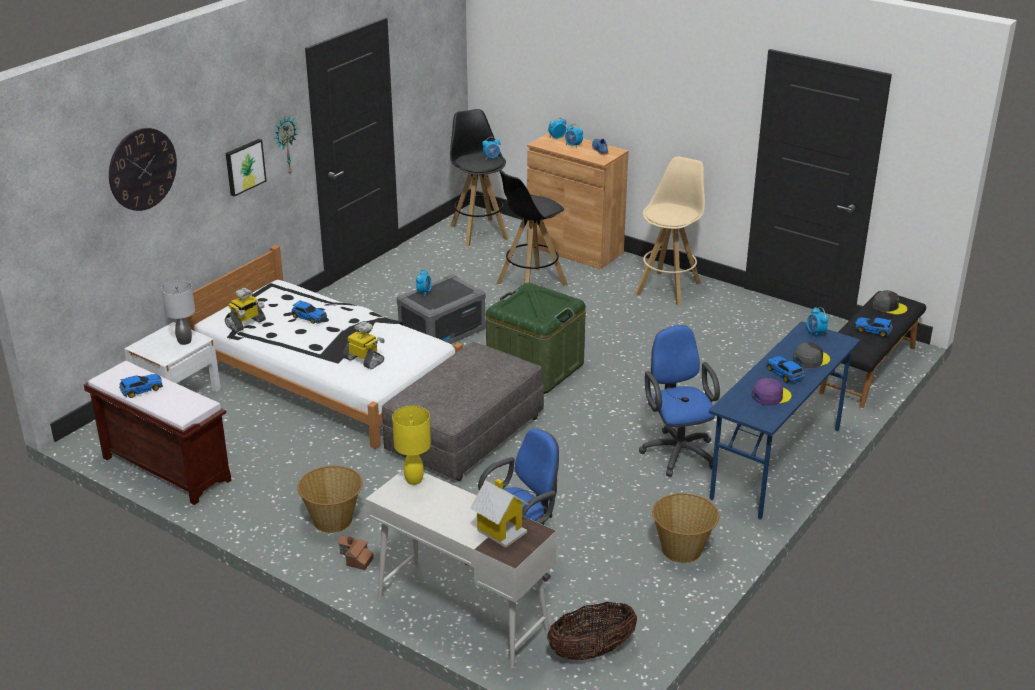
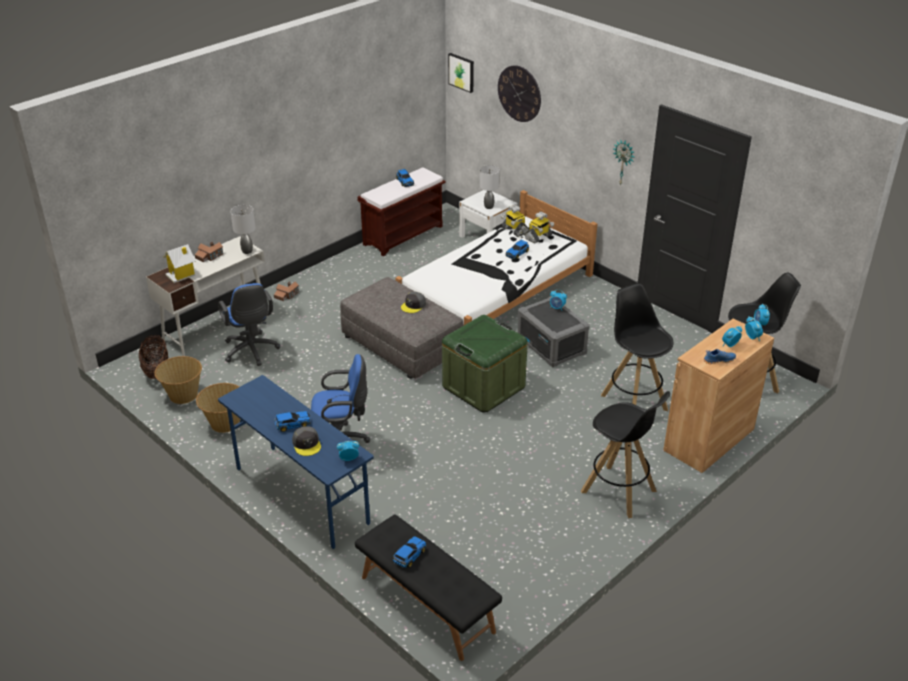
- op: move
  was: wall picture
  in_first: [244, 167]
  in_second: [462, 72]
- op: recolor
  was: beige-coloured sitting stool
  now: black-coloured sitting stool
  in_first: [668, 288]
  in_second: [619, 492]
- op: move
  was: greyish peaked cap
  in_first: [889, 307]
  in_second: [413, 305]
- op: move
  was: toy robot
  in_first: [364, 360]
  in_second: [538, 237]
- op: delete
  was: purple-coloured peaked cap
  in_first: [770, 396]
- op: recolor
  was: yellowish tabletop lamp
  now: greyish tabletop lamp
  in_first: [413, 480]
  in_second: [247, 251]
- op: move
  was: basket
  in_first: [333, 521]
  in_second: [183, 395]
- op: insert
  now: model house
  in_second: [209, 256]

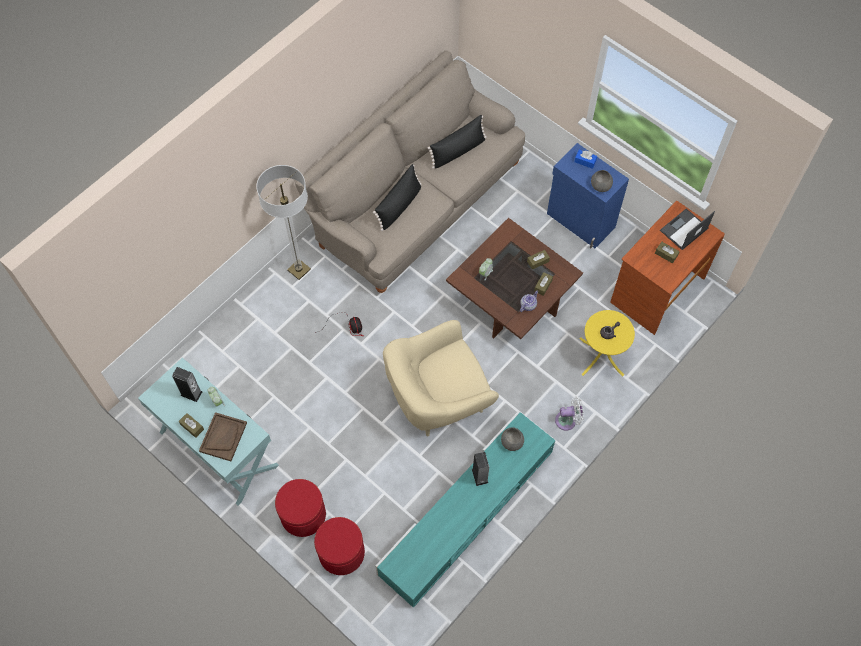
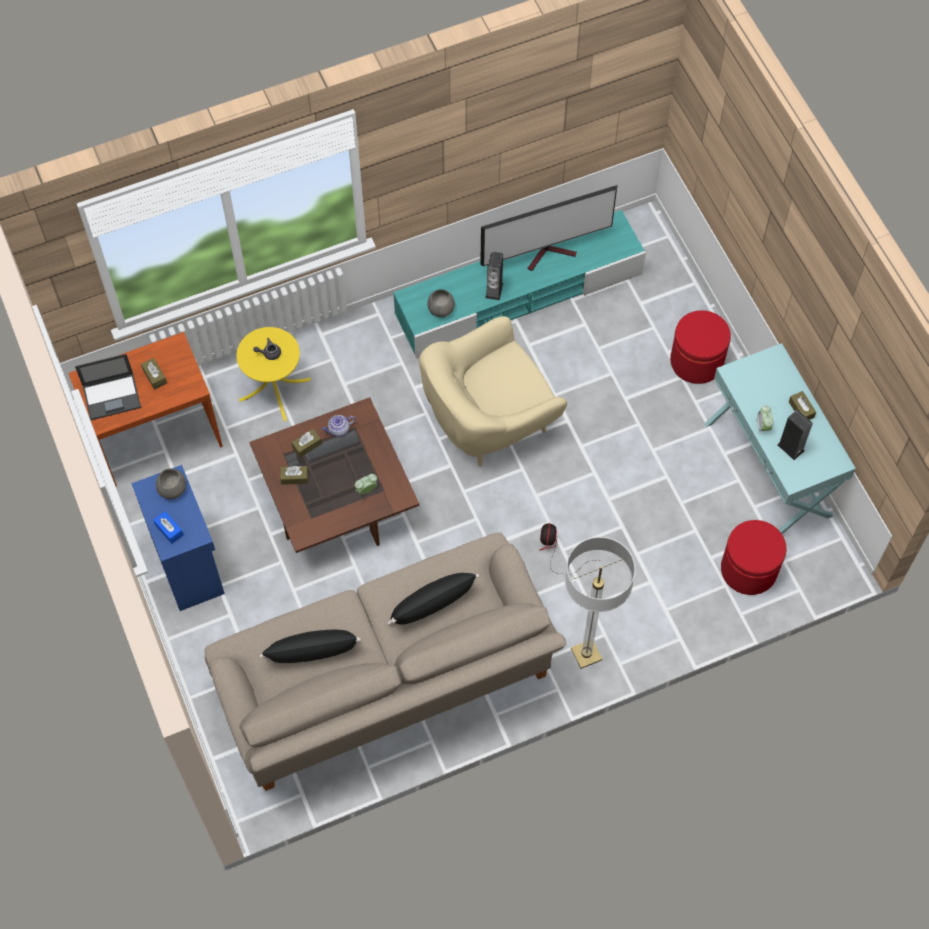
- op: rotate
  was: beige-coloured easy chair
  in_first: [438, 399]
  in_second: [489, 420]
  clockwise: 150
- op: delete
  was: white cooling fan
  in_first: [568, 420]
- op: delete
  was: brown-coloured carrying tray
  in_first: [223, 437]
- op: move
  was: red-coloured ottoman
  in_first: [341, 552]
  in_second: [748, 569]
- op: insert
  now: television
  in_second: [550, 253]

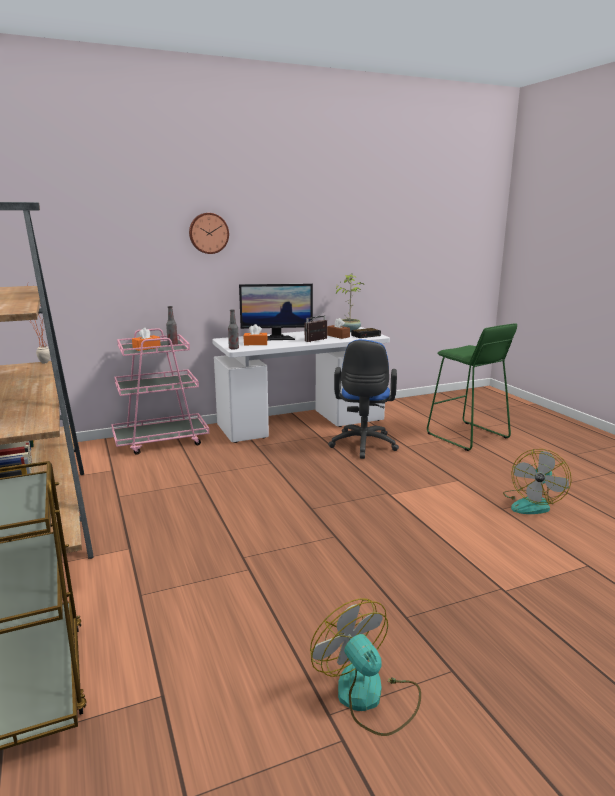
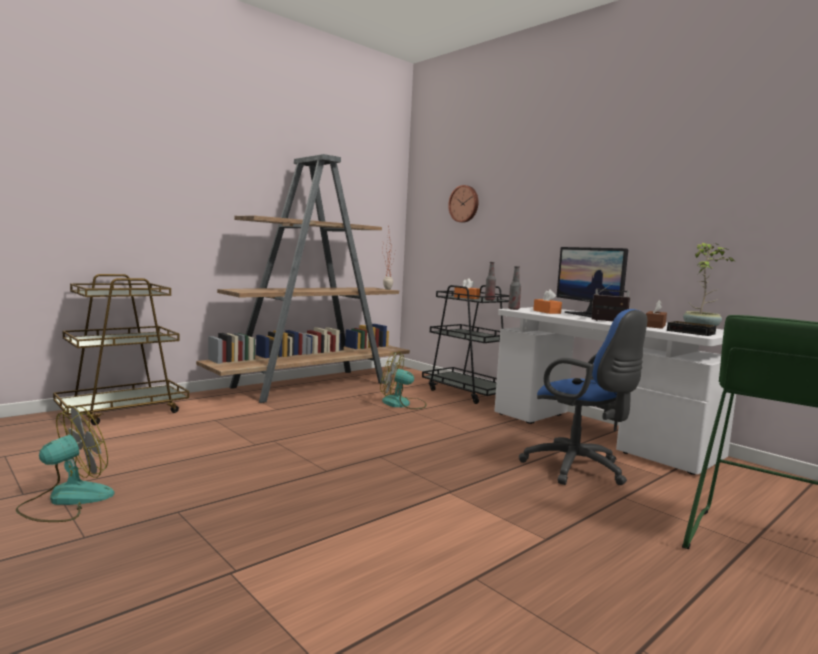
- op: move
  was: wall clock
  in_first: [208, 233]
  in_second: [464, 204]
- op: recolor
  was: pinkish cart
  now: black-coloured cart
  in_first: [161, 441]
  in_second: [468, 393]
- op: rotate
  was: bluish desk chair
  in_first: [363, 446]
  in_second: [579, 469]
  clockwise: -120
- op: move
  was: cooling fan
  in_first: [532, 504]
  in_second: [402, 404]

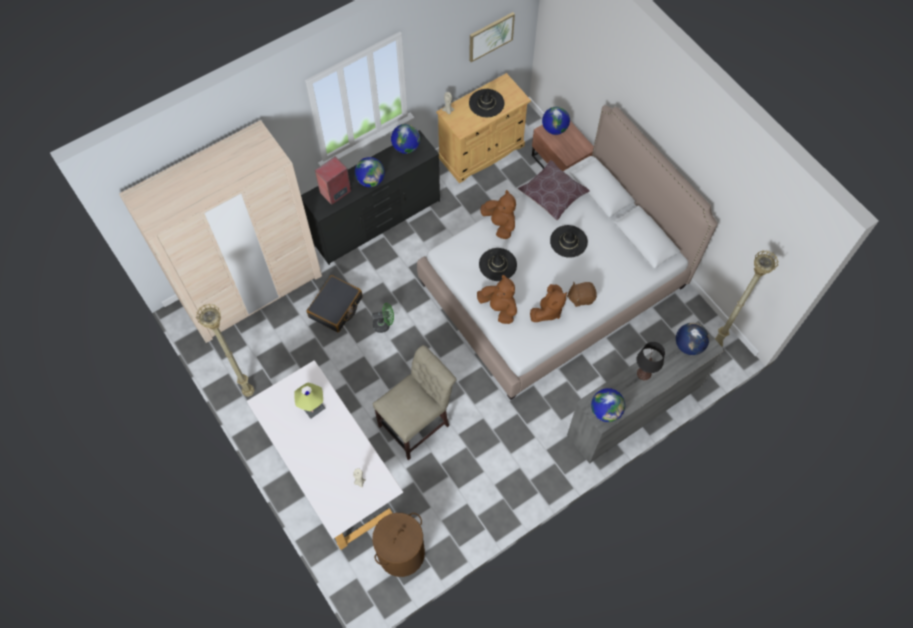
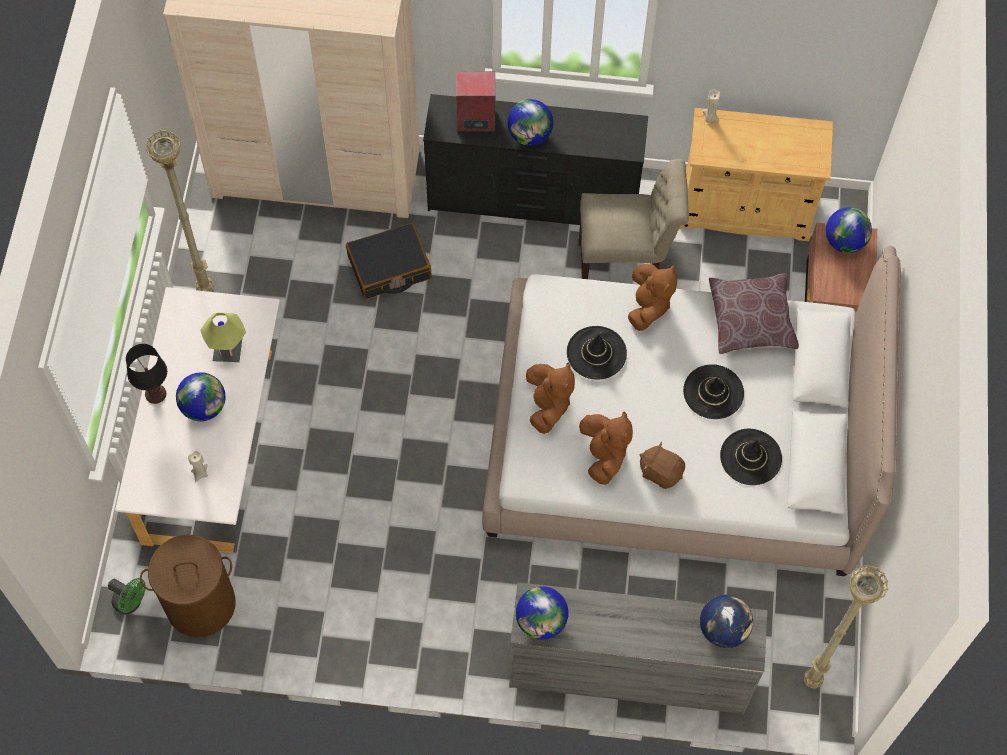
- op: delete
  was: wall picture
  in_first: [490, 36]
- op: move
  was: black-coloured hat
  in_first: [486, 103]
  in_second: [750, 457]
- op: move
  was: world globe
  in_first: [406, 147]
  in_second: [204, 407]
- op: rotate
  was: brown-coloured soft toy
  in_first: [548, 311]
  in_second: [604, 455]
  clockwise: -90
- op: move
  was: greenish cooling fan
  in_first: [384, 324]
  in_second: [131, 603]
- op: move
  was: black-coloured tabletop lamp
  in_first: [644, 373]
  in_second: [156, 394]
- op: move
  was: beige-coloured plain chair
  in_first: [417, 423]
  in_second: [624, 273]

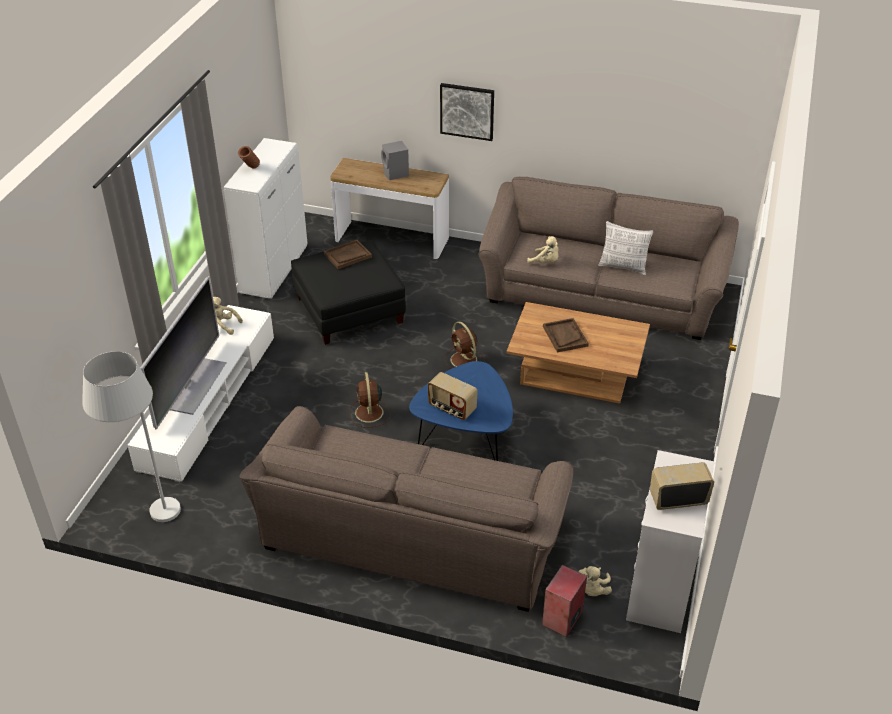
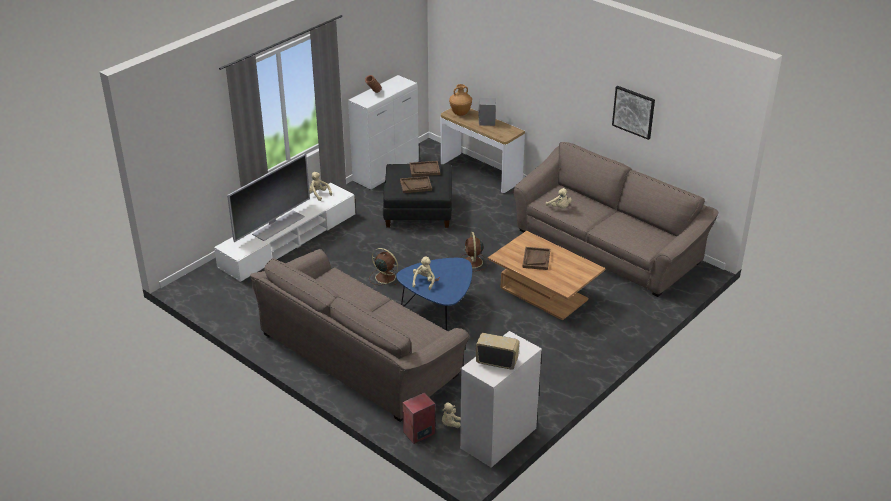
- op: move
  was: wall picture
  in_first: [467, 111]
  in_second: [633, 112]
- op: delete
  was: cushion
  in_first: [623, 267]
- op: delete
  was: white standard lamp
  in_first: [148, 515]
- op: rotate
  was: brown-coloured cooling fan
  in_first: [369, 413]
  in_second: [384, 277]
  clockwise: 105
- op: replace
  was: radio set
  now: beige-coloured soft toy
  in_first: [451, 408]
  in_second: [424, 282]
- op: insert
  now: brown-coloured decorative vase
  in_second: [460, 113]
- op: insert
  now: brown-coloured carrying tray
  in_second: [416, 185]

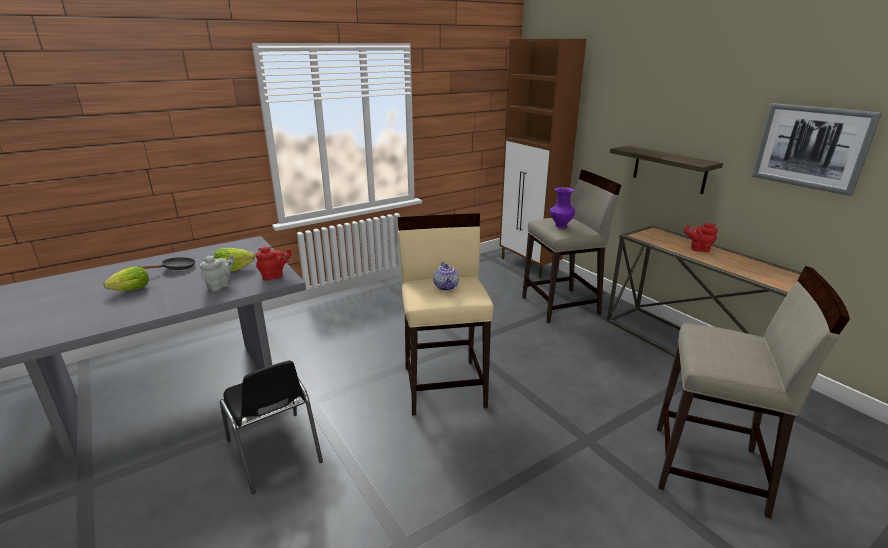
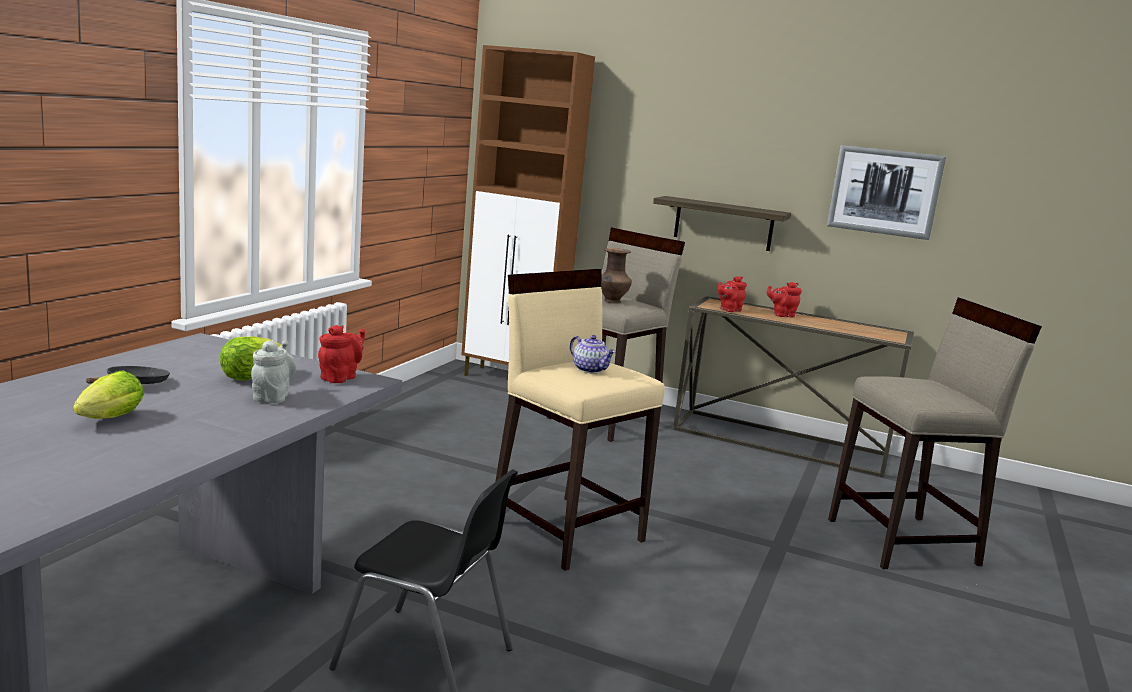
- op: recolor
  was: purple-coloured decorative vase
  now: brown-coloured decorative vase
  in_first: [560, 226]
  in_second: [612, 302]
- op: insert
  now: red-coloured tea pot
  in_second: [729, 310]

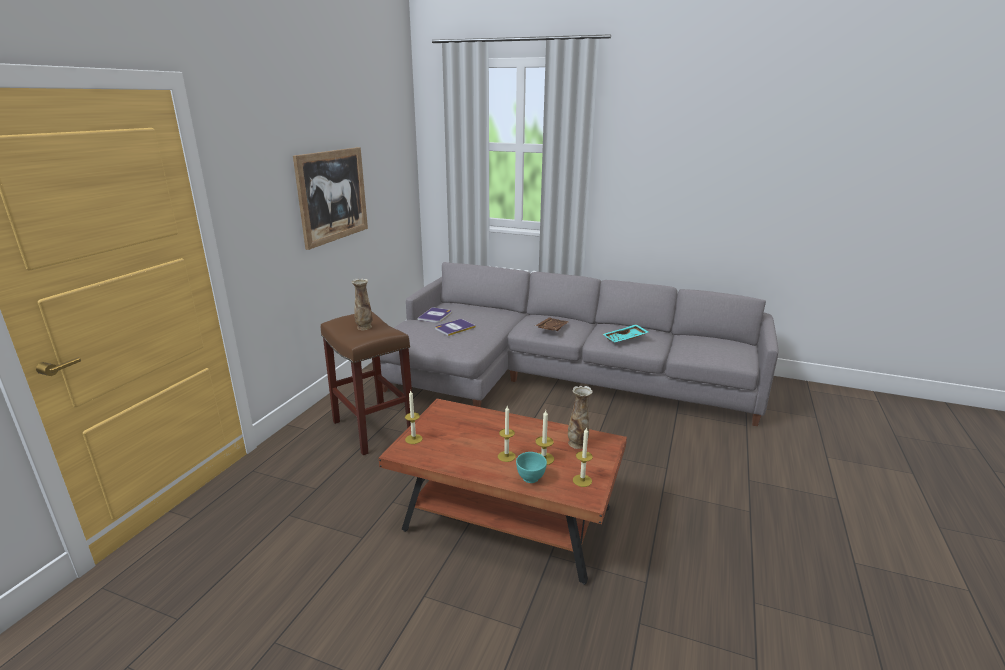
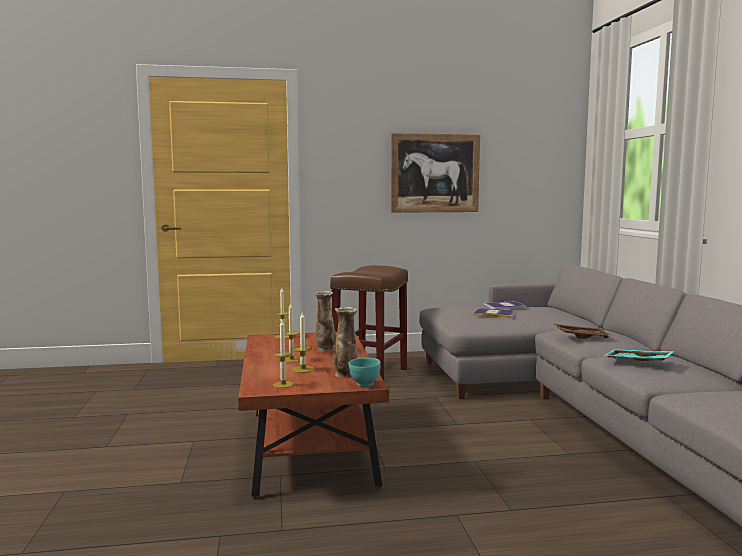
- op: move
  was: decorative vase
  in_first: [364, 327]
  in_second: [325, 350]
- op: move
  was: blue-green serving bowl
  in_first: [530, 479]
  in_second: [364, 384]

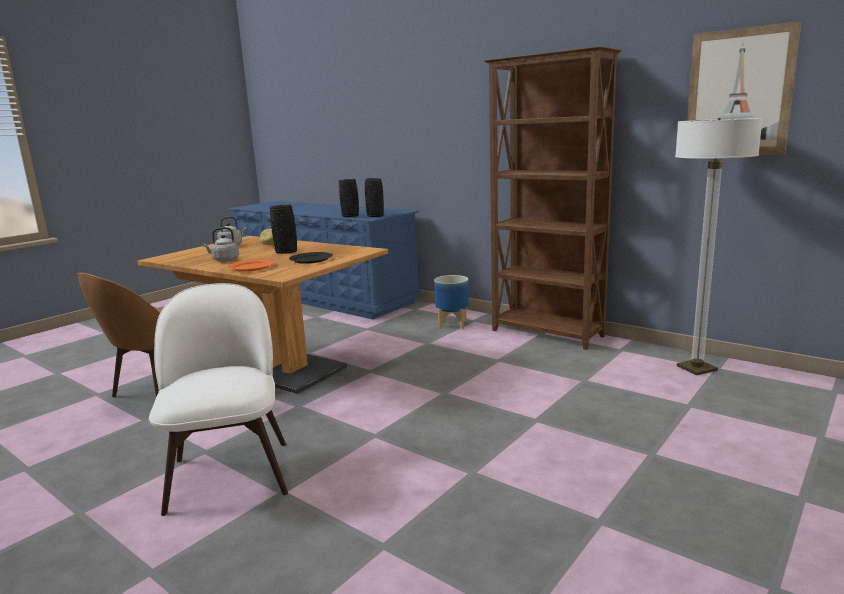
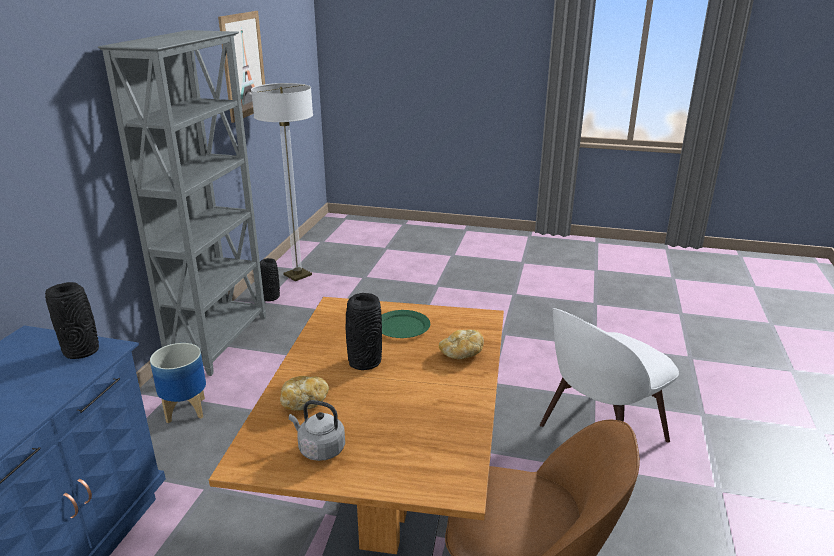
- op: recolor
  was: brown-coloured bookshelf
  now: greyish bookshelf
  in_first: [547, 334]
  in_second: [221, 341]
- op: move
  was: black-coloured decorative vase
  in_first: [351, 216]
  in_second: [270, 297]
- op: delete
  was: greyish tea kettle
  in_first: [224, 260]
- op: recolor
  was: black-coloured dinner plate
  now: greenish dinner plate
  in_first: [310, 259]
  in_second: [403, 327]
- op: replace
  was: orange-coloured dinner plate
  now: bakery bread
  in_first: [251, 267]
  in_second: [461, 354]

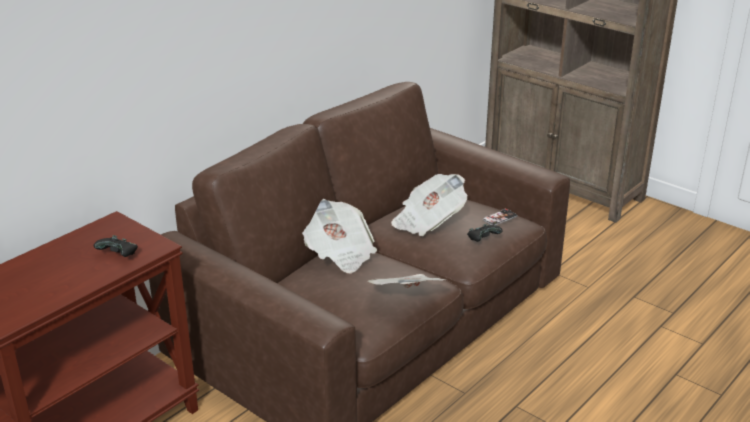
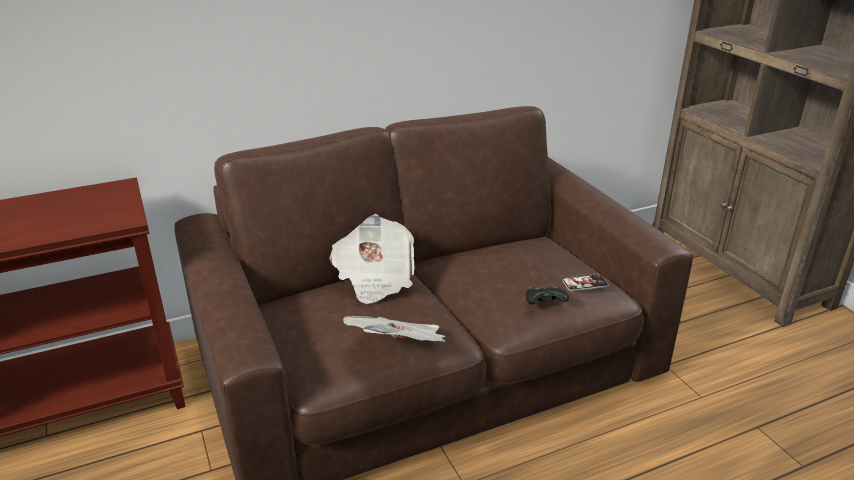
- op: delete
  was: printed paper
  in_first: [428, 221]
- op: delete
  was: black-coloured gamepad
  in_first: [119, 255]

